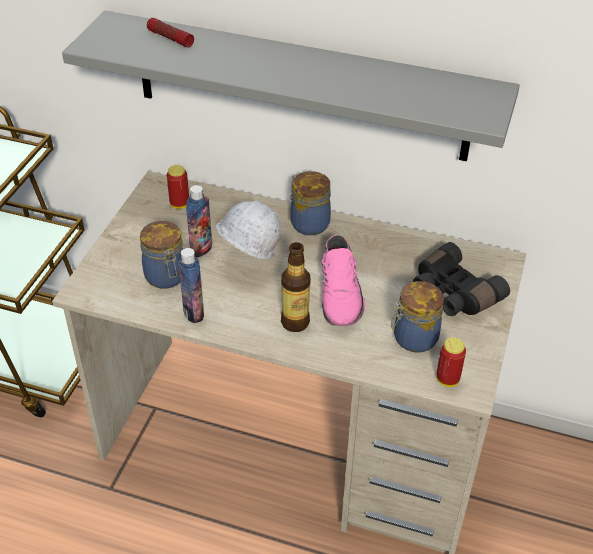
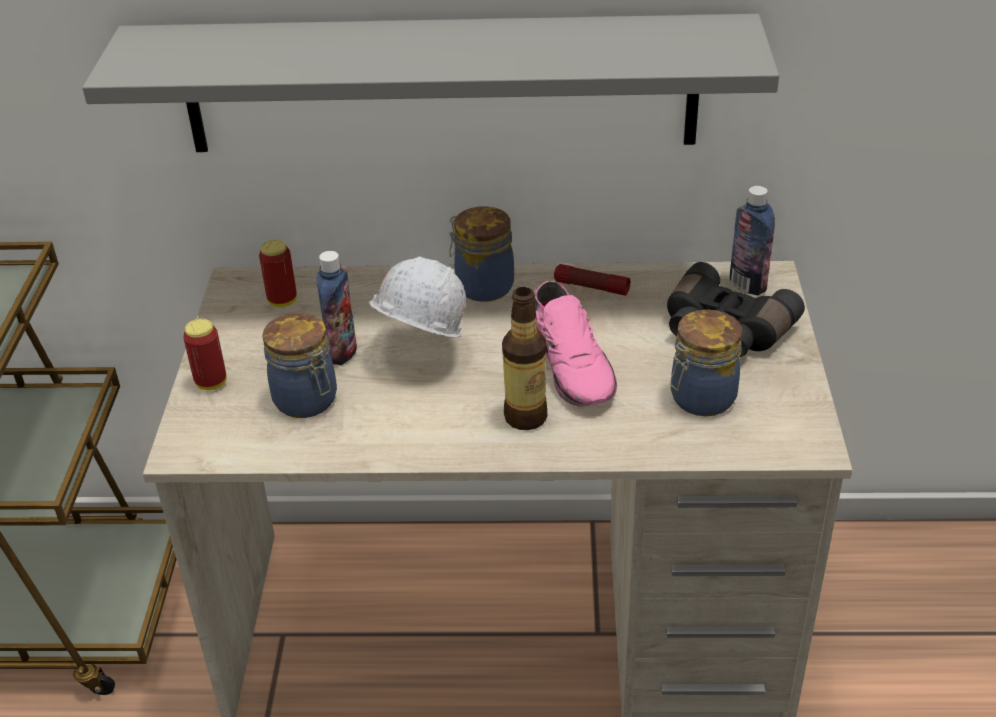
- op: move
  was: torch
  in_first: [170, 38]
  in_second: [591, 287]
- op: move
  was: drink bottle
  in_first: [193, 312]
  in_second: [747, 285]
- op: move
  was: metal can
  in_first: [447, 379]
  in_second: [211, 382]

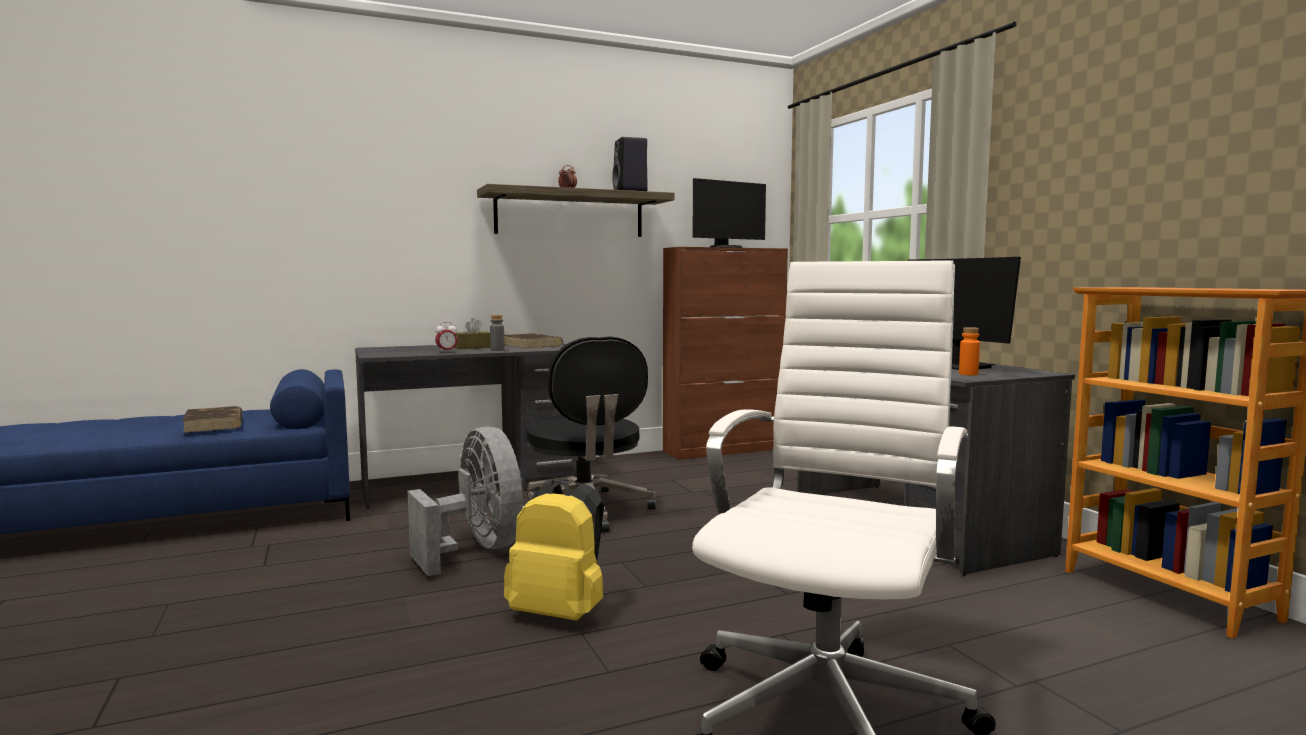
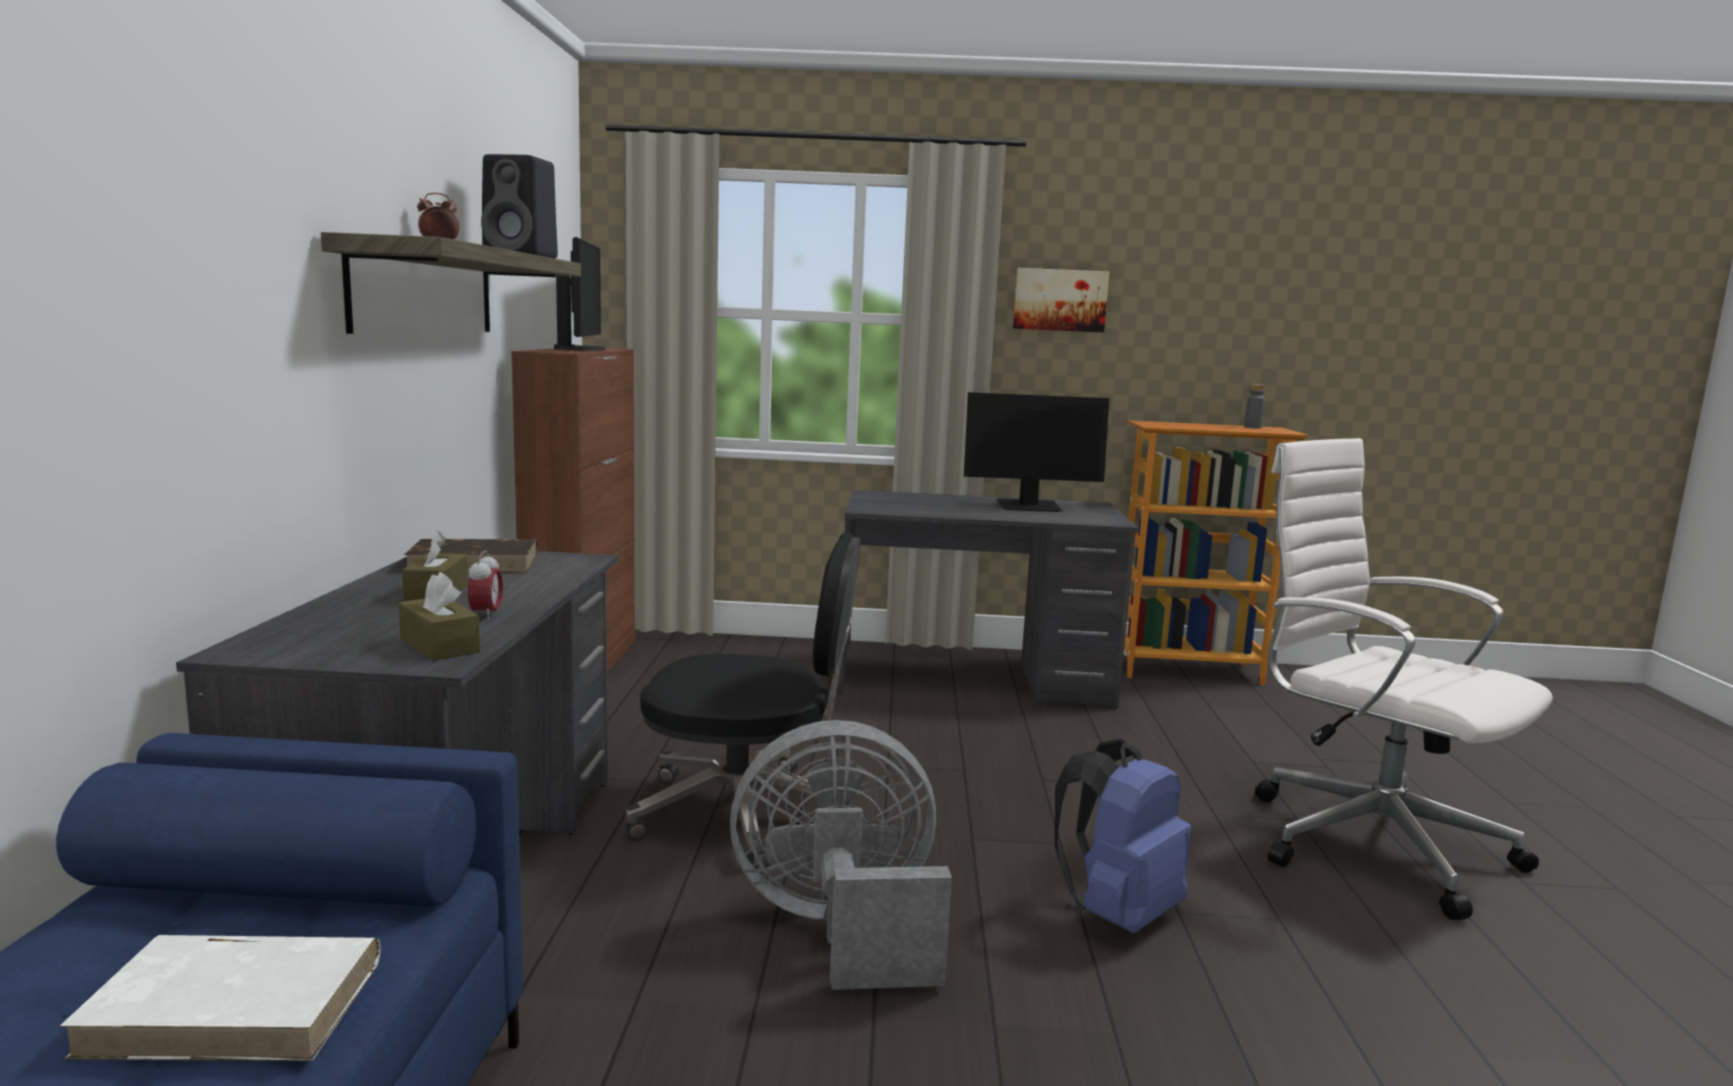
- op: move
  was: greyish drink bottle
  in_first: [497, 350]
  in_second: [1252, 427]
- op: delete
  was: orange-coloured drink bottle
  in_first: [968, 374]
- op: recolor
  was: brown-coloured volume
  now: white volume
  in_first: [214, 424]
  in_second: [238, 1006]
- op: recolor
  was: yellowish knapsack
  now: bluish knapsack
  in_first: [560, 613]
  in_second: [1117, 912]
- op: insert
  now: wall picture
  in_second: [1060, 300]
- op: insert
  now: brown-coloured tissue holder
  in_second: [439, 645]

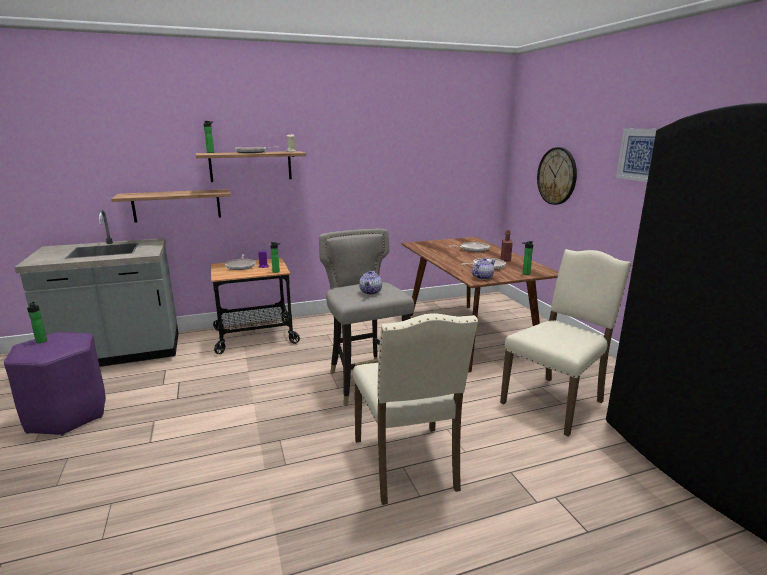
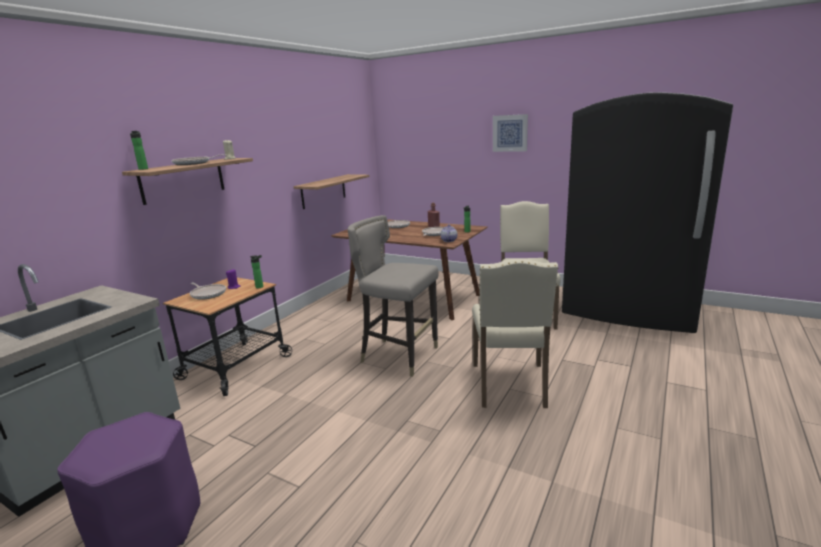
- op: delete
  was: wall clock
  in_first: [557, 176]
- op: move
  was: bracket shelf
  in_first: [177, 205]
  in_second: [323, 191]
- op: delete
  was: tea pot
  in_first: [371, 292]
- op: delete
  was: drink bottle
  in_first: [42, 342]
- op: rotate
  was: beige-coloured plain chair
  in_first: [408, 465]
  in_second: [510, 386]
  clockwise: 60

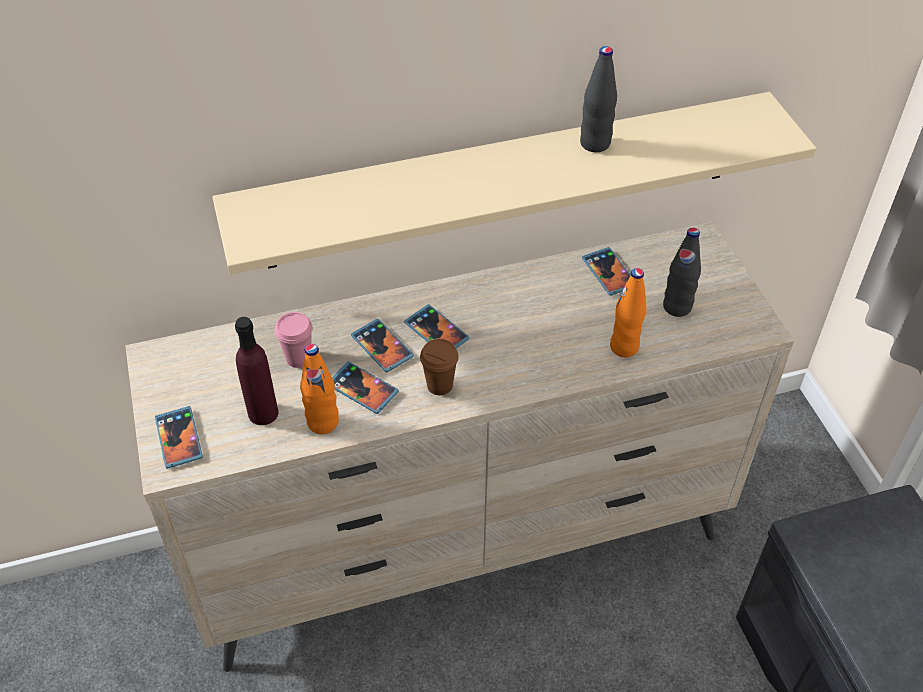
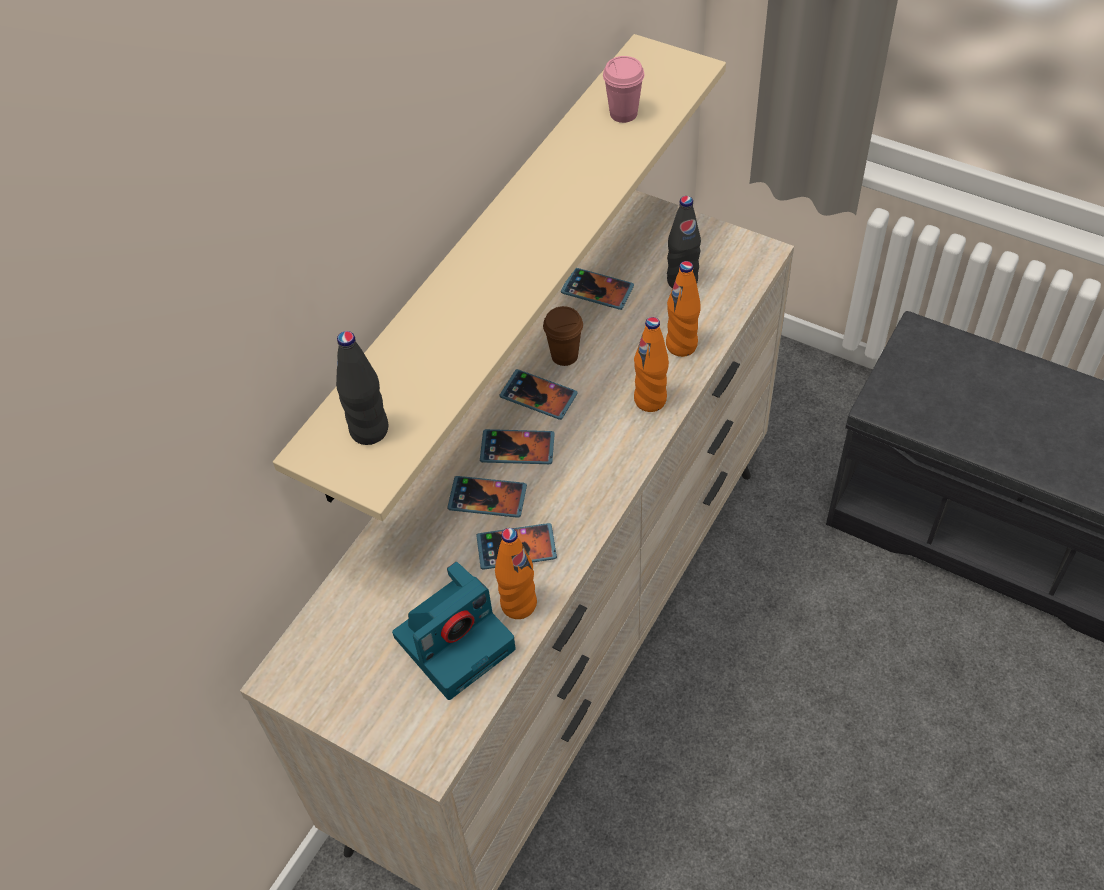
- op: move
  was: black-coloured drink bottle
  in_first: [595, 144]
  in_second: [369, 430]
- op: move
  was: pinkish small cup
  in_first: [298, 358]
  in_second: [623, 114]
- op: replace
  was: purple-coloured drink bottle
  now: still camera
  in_first: [263, 413]
  in_second: [455, 640]
- op: move
  was: brown-coloured small cup
  in_first: [439, 385]
  in_second: [564, 356]
- op: move
  was: handset
  in_first: [179, 438]
  in_second: [538, 396]
- op: insert
  now: orange-coloured drink bottle
  in_second: [650, 400]

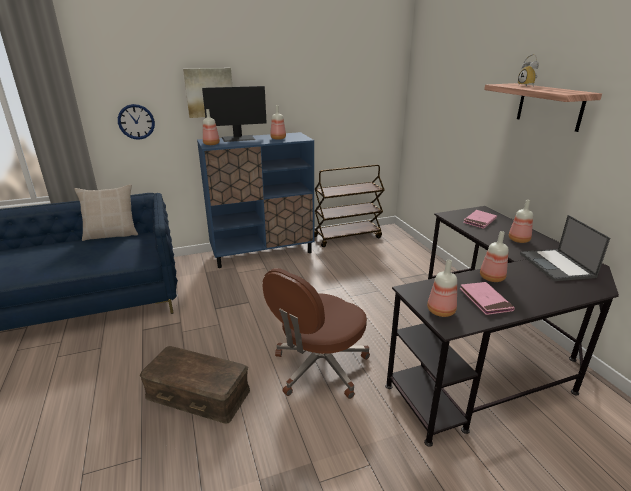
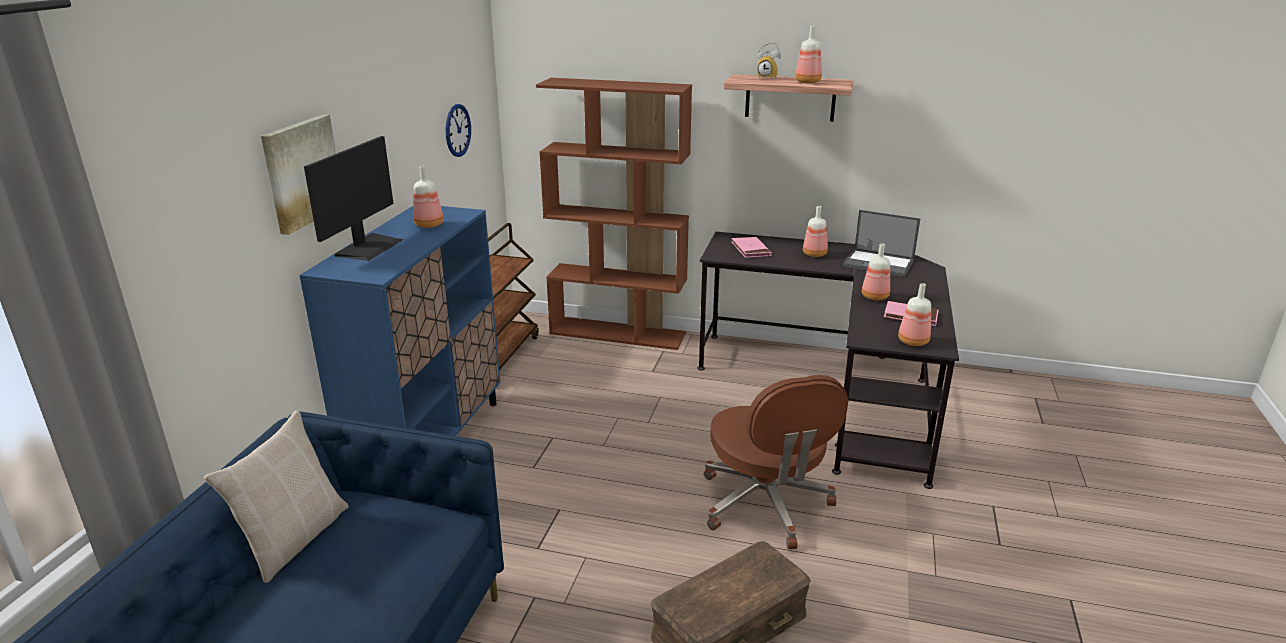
- op: move
  was: wall clock
  in_first: [136, 122]
  in_second: [457, 130]
- op: move
  was: drink bottle
  in_first: [211, 144]
  in_second: [807, 82]
- op: insert
  now: brown-coloured bookshelf
  in_second: [618, 333]

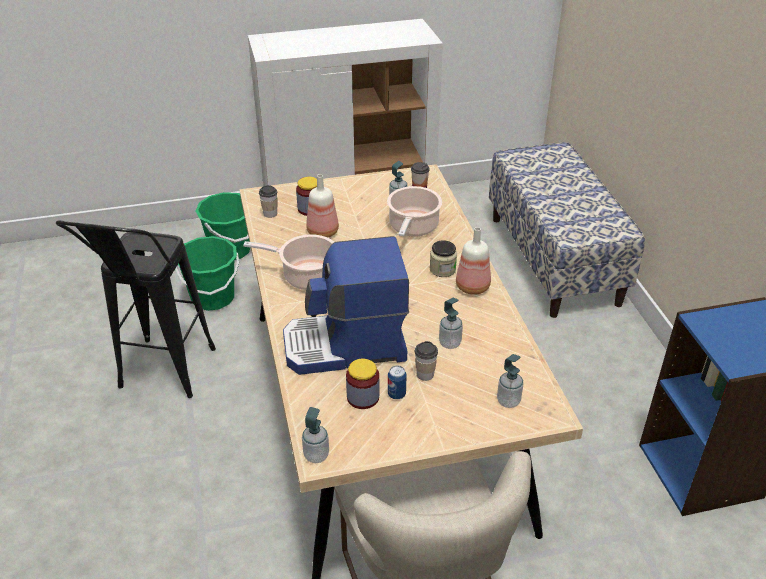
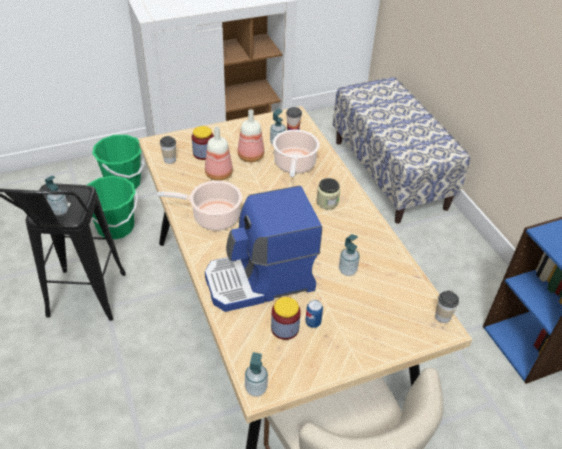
- op: move
  was: drink bottle
  in_first: [472, 286]
  in_second: [250, 156]
- op: move
  was: small cup
  in_first: [425, 374]
  in_second: [442, 317]
- op: move
  was: soap dispenser
  in_first: [508, 401]
  in_second: [60, 211]

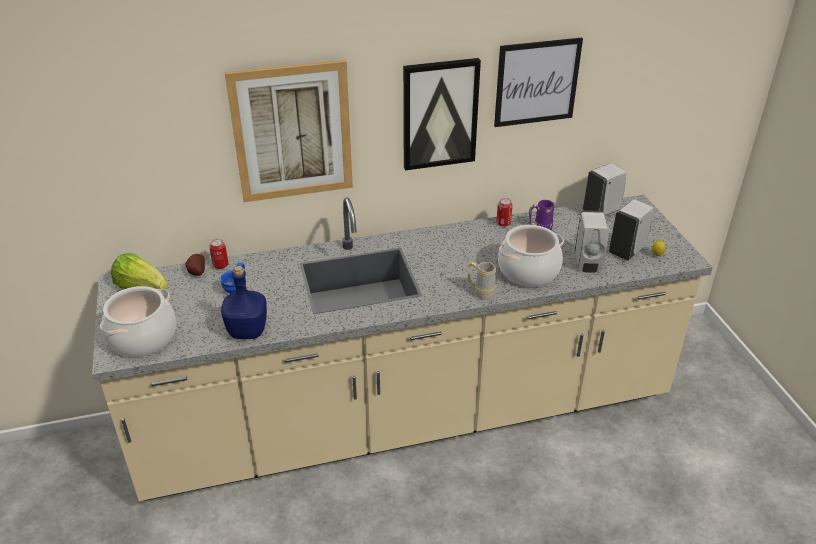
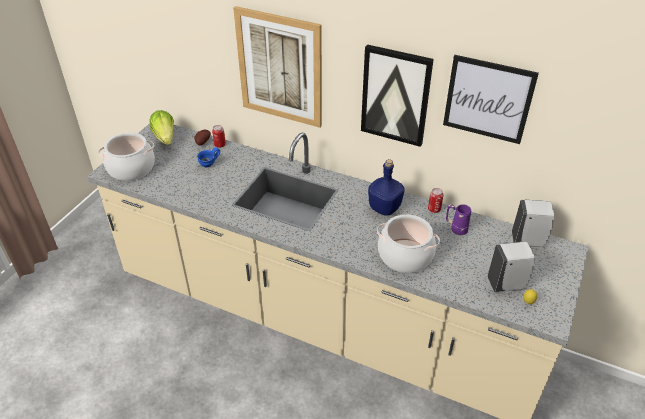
- op: delete
  was: white soap dispenser
  in_first: [587, 264]
- op: delete
  was: beige-coloured mug
  in_first: [480, 292]
- op: move
  was: bluish drink bottle
  in_first: [247, 331]
  in_second: [384, 208]

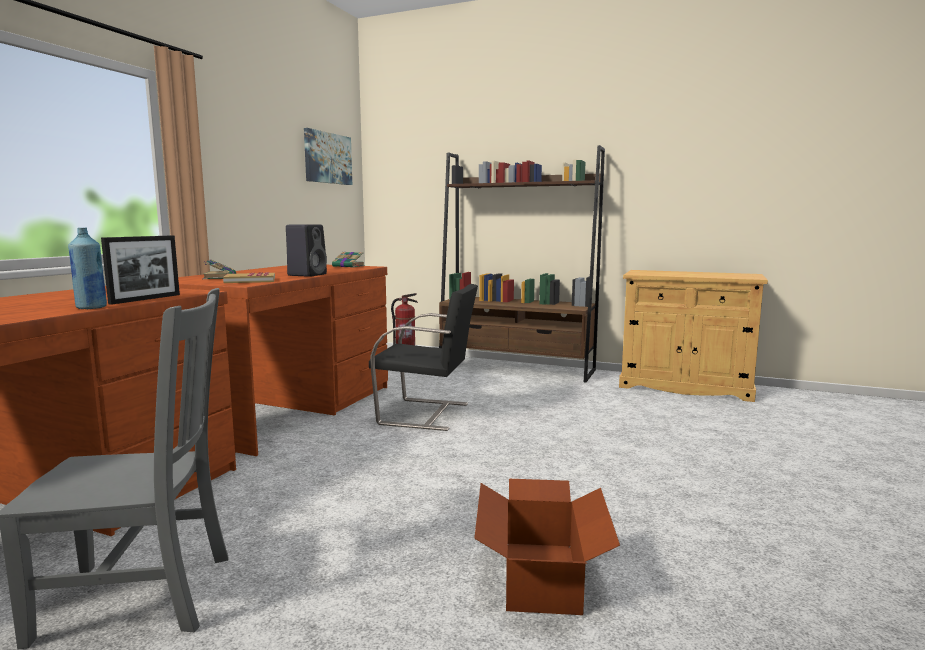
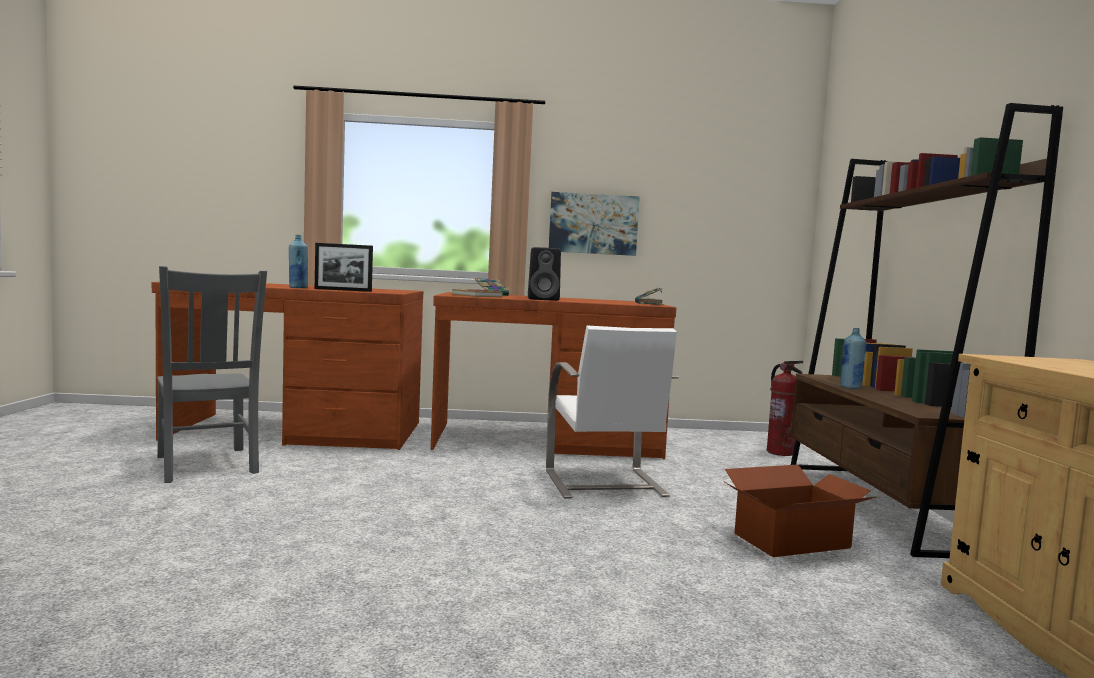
- op: move
  was: wall picture
  in_first: [327, 158]
  in_second: [593, 224]
- op: recolor
  was: black-coloured plain chair
  now: white plain chair
  in_first: [426, 414]
  in_second: [604, 484]
- op: move
  was: cardboard box
  in_first: [542, 576]
  in_second: [793, 541]
- op: insert
  now: bluish drink bottle
  in_second: [850, 387]

